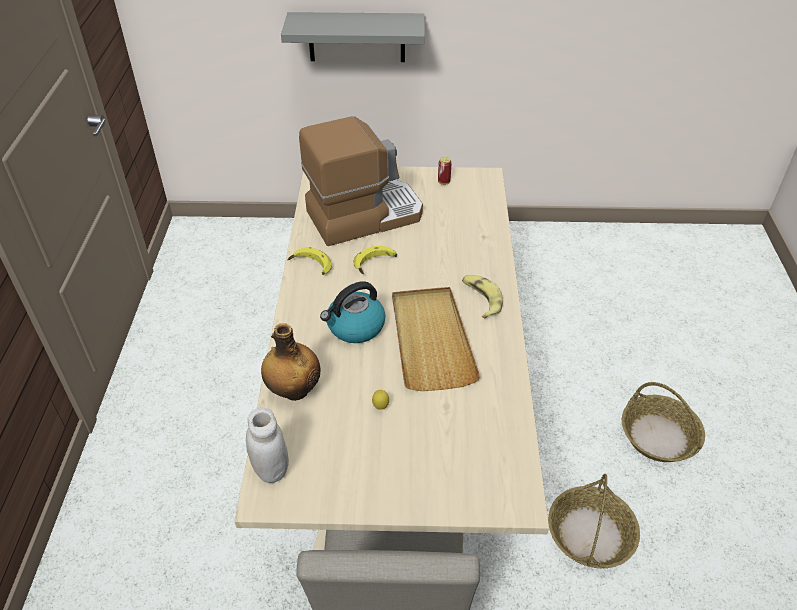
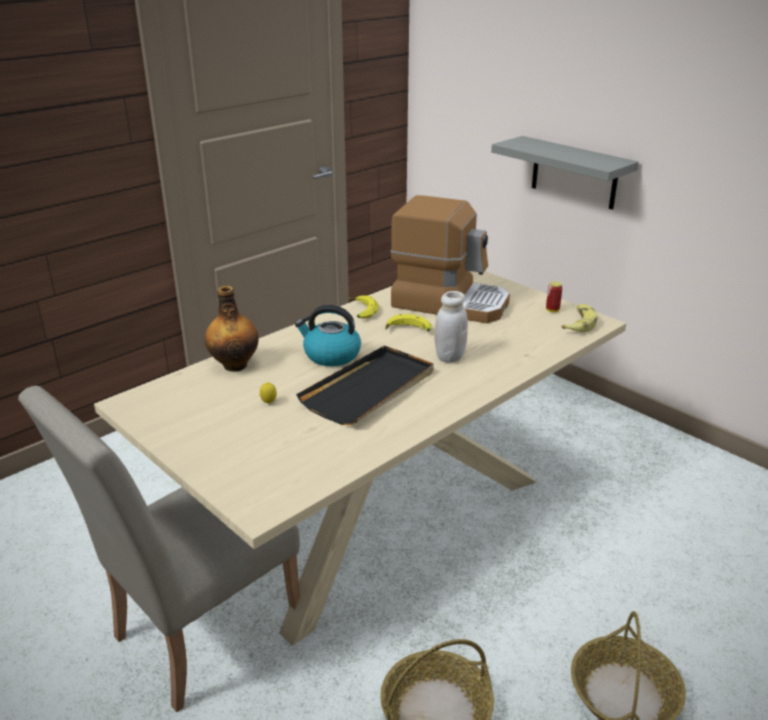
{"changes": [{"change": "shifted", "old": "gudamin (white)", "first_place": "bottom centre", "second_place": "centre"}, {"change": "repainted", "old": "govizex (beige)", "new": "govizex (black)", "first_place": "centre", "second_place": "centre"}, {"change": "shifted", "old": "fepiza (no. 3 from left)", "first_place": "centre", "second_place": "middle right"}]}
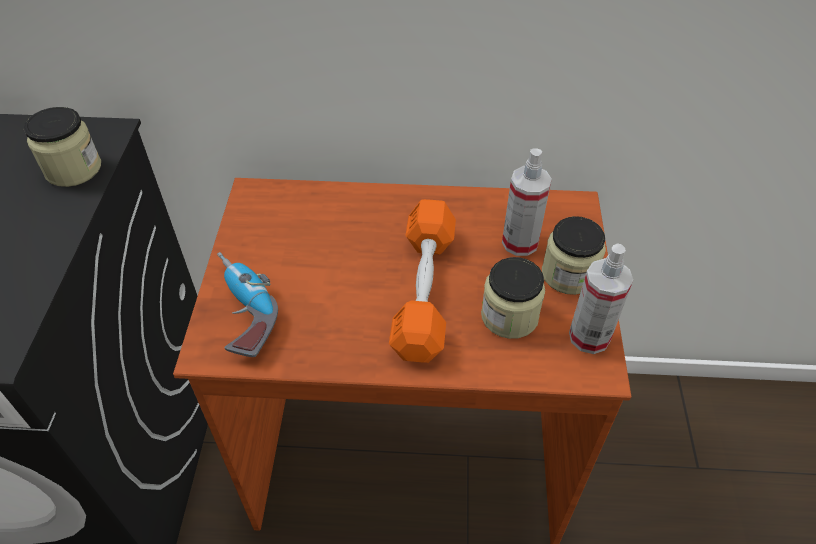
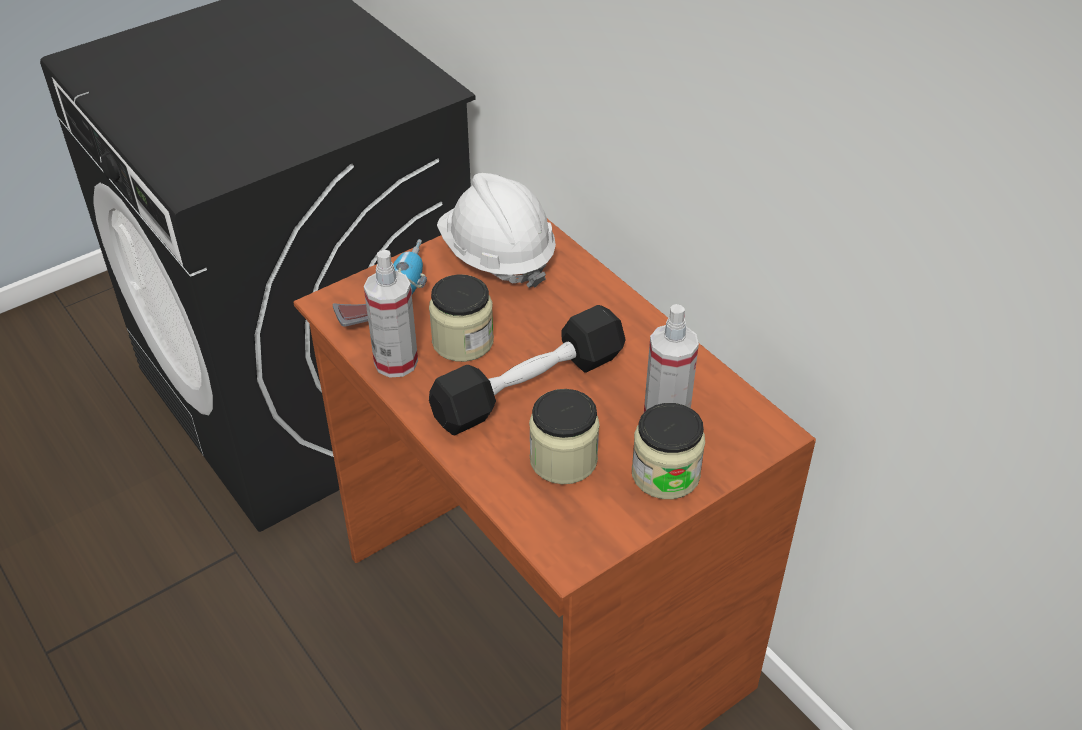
{"changes": [{"change": "shifted", "old": "gudamin (no. 1 from left)", "first_place": "top left", "second_place": "centre"}, {"change": "repainted", "old": "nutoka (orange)", "new": "nutoka (black)", "first_place": "centre", "second_place": "centre"}, {"change": "shifted", "old": "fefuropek (no. 2 from left in the first image)", "new": "fefuropek (no. 1 from left)", "first_place": "middle right", "second_place": "centre"}, {"change": "new", "new": "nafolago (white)", "second_place": "top centre"}]}
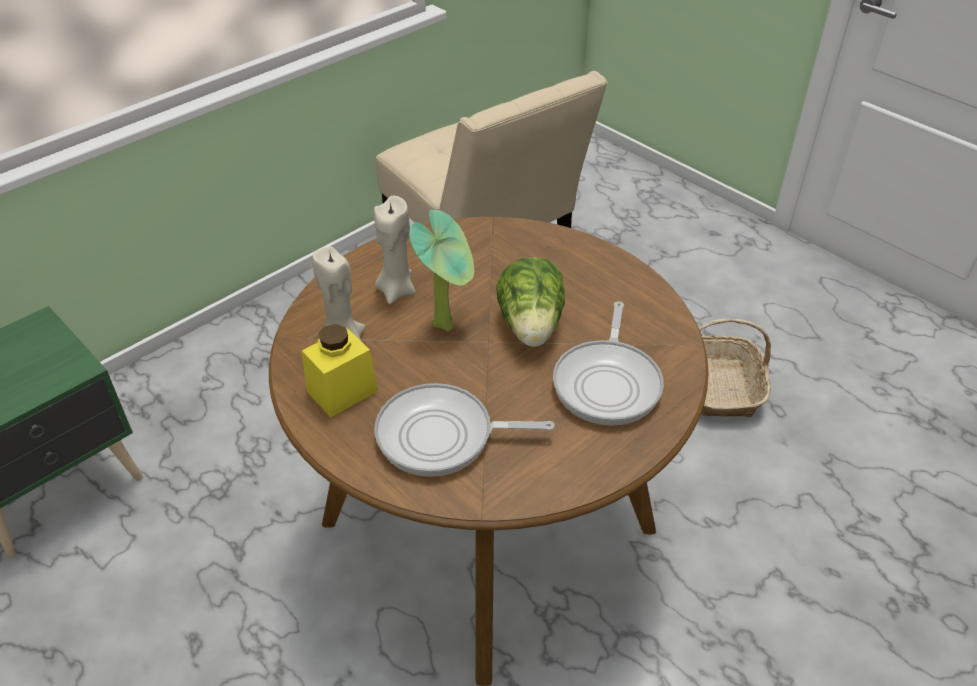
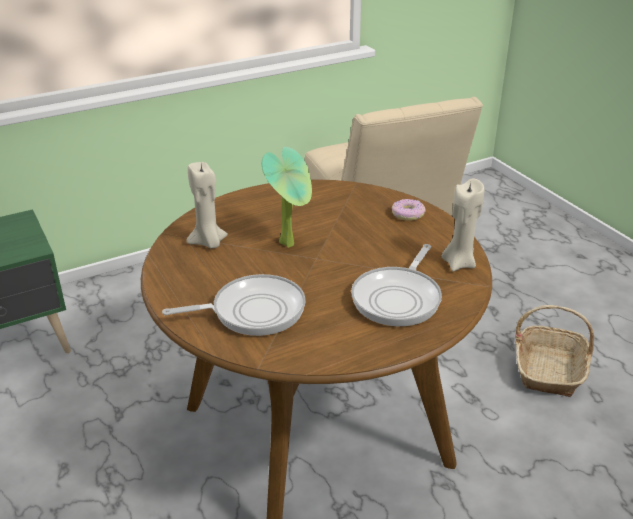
{"changes": [{"change": "gone", "old": "gudamin (yellow)", "first_place": "centre"}, {"change": "shifted", "old": "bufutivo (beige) (no. 2 from left)", "first_place": "centre", "second_place": "middle right"}, {"change": "rotated", "old": "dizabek (no. 1 from left)", "first_place": "centre", "second_place": "centre", "degrees": 150}, {"change": "gone", "old": "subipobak", "first_place": "centre"}, {"change": "new", "new": "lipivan", "second_place": "centre"}]}
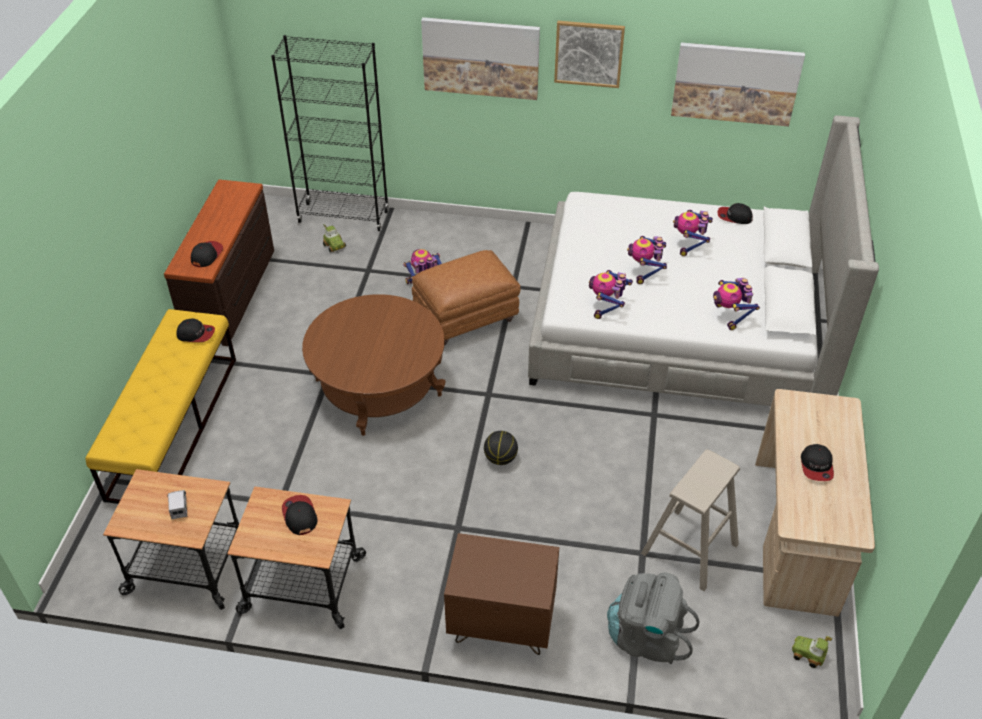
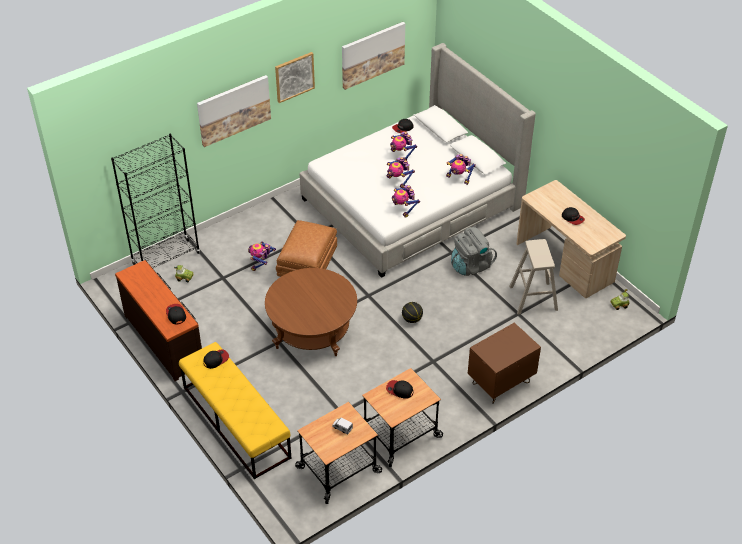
{"changes": [{"change": "shifted", "old": "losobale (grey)", "first_place": "bottom centre", "second_place": "centre"}]}
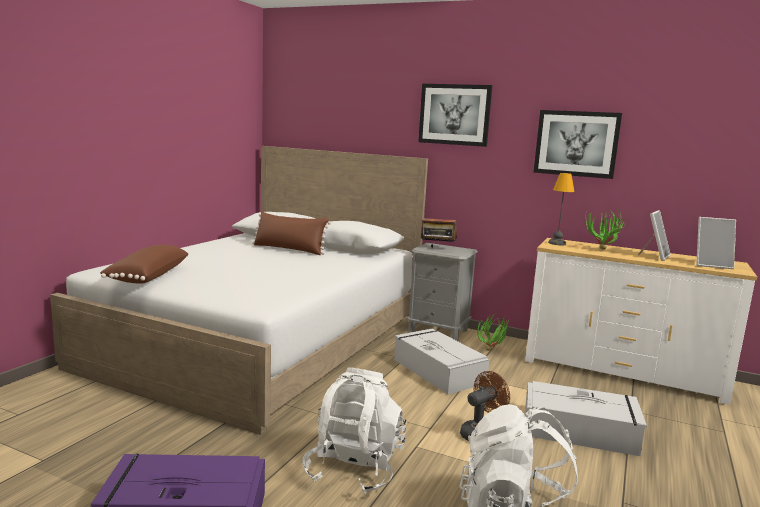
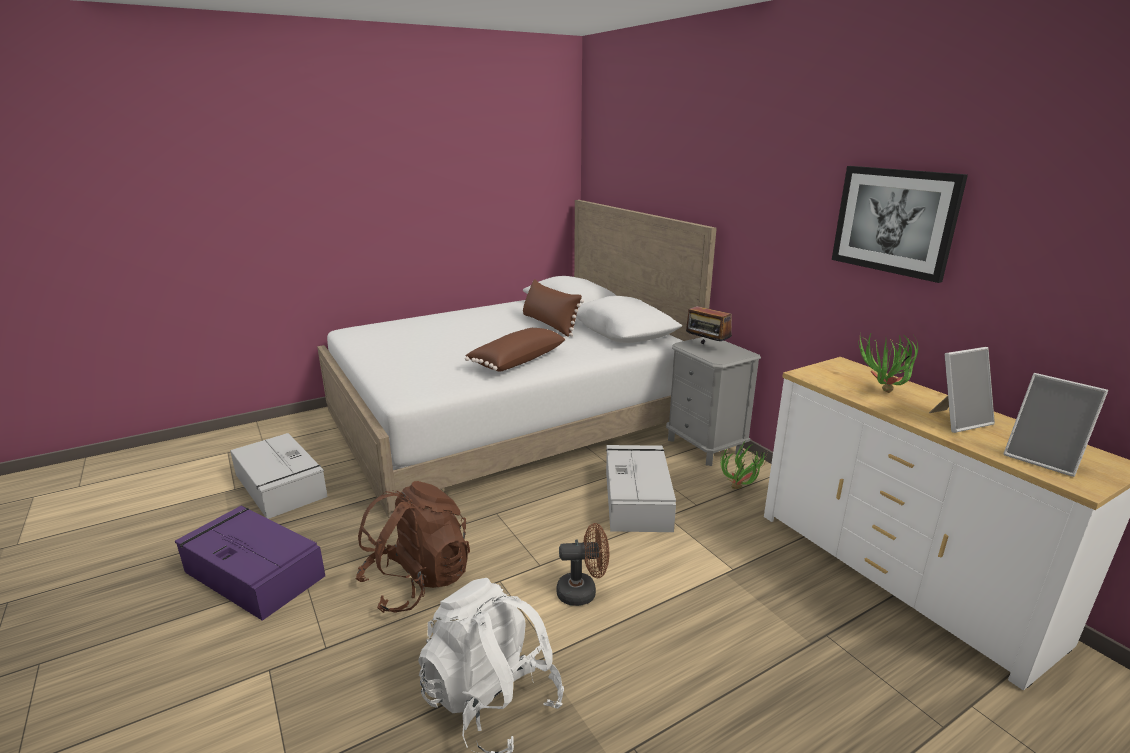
{"changes": [{"change": "shifted", "old": "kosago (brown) (no. 1 from left)", "first_place": "middle left", "second_place": "centre"}, {"change": "repainted", "old": "losobale (white) (no. 1 from left)", "new": "losobale (brown)", "first_place": "bottom centre", "second_place": "bottom centre"}, {"change": "gone", "old": "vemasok (no. 1 from left)", "first_place": "top centre"}, {"change": "shifted", "old": "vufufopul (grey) (no. 2 from left in the first image)", "new": "vufufopul (grey) (no. 1 from left)", "first_place": "bottom right", "second_place": "middle left"}, {"change": "gone", "old": "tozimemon", "first_place": "middle right"}]}
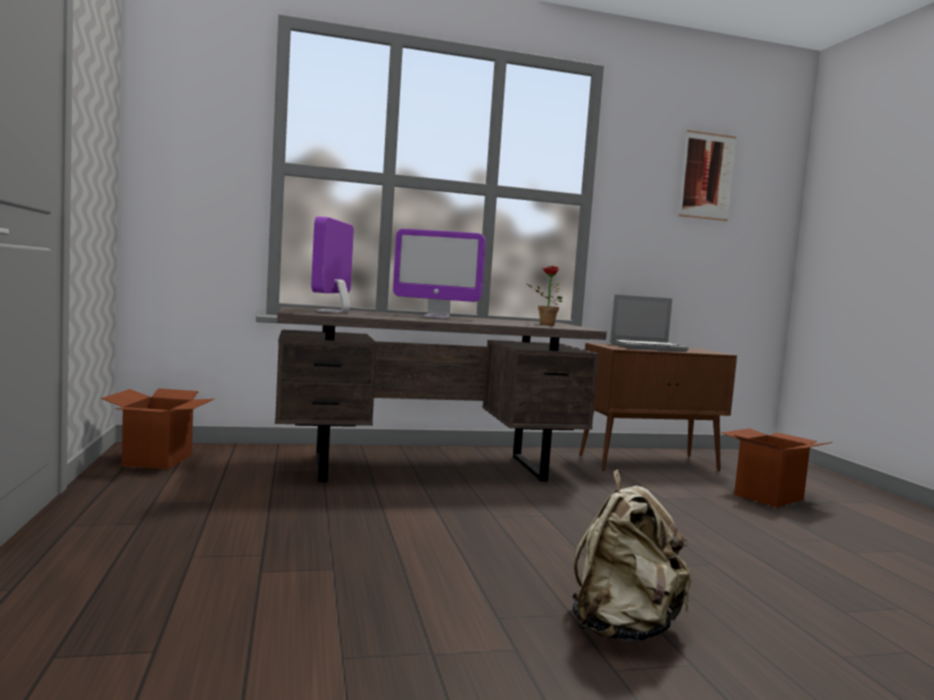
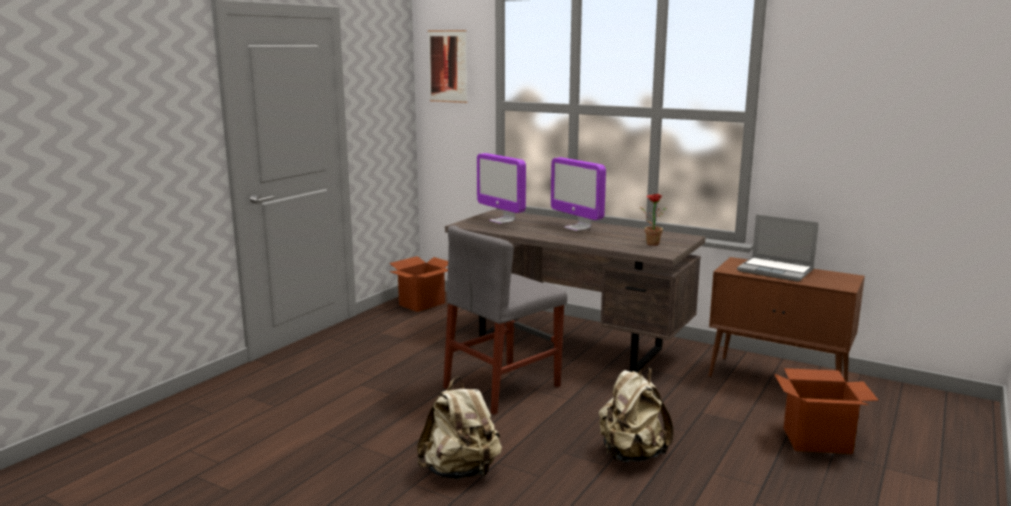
{"changes": [{"change": "rotated", "old": "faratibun (no. 1 from left)", "first_place": "centre", "second_place": "centre", "degrees": -90}, {"change": "shifted", "old": "vemasok", "first_place": "top right", "second_place": "top centre"}, {"change": "new", "new": "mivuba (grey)", "second_place": "centre"}, {"change": "new", "new": "losobale (beige) (no. 2 from left)", "second_place": "bottom centre"}]}
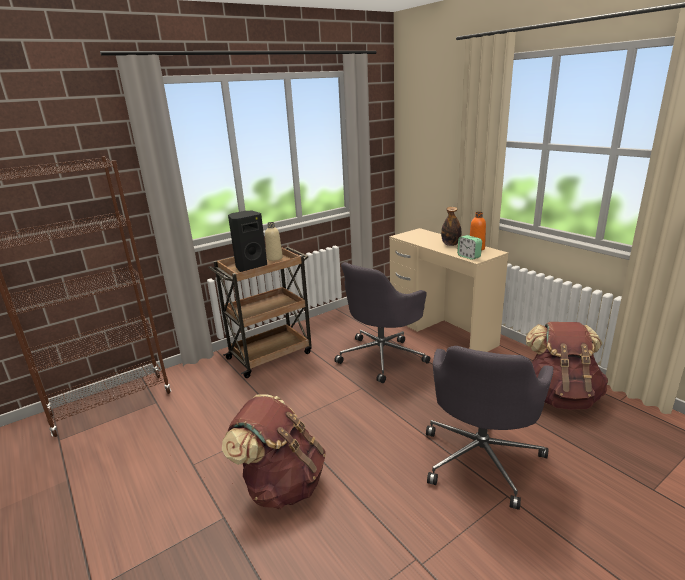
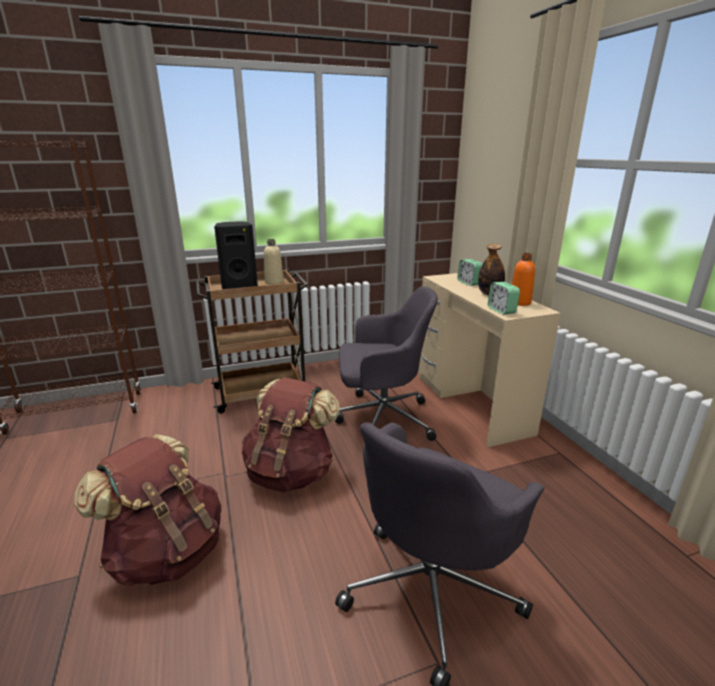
{"changes": [{"change": "rotated", "old": "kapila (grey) (no. 1 from left)", "first_place": "centre", "second_place": "centre", "degrees": -150}, {"change": "shifted", "old": "losobale (brown) (no. 2 from left)", "first_place": "middle right", "second_place": "centre"}, {"change": "new", "new": "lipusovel (no. 1 from left)", "second_place": "centre"}]}
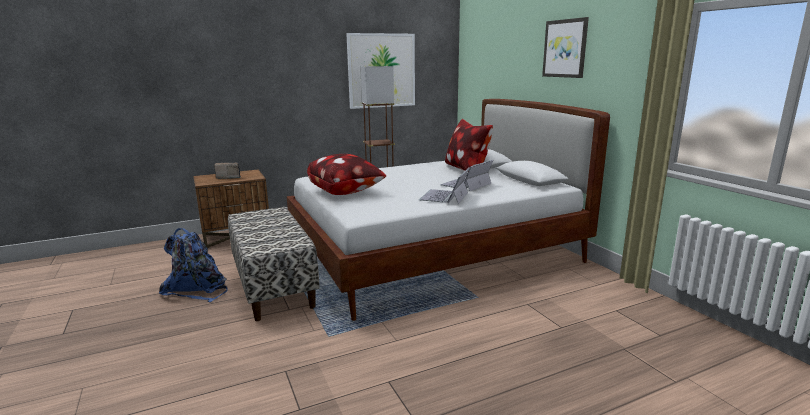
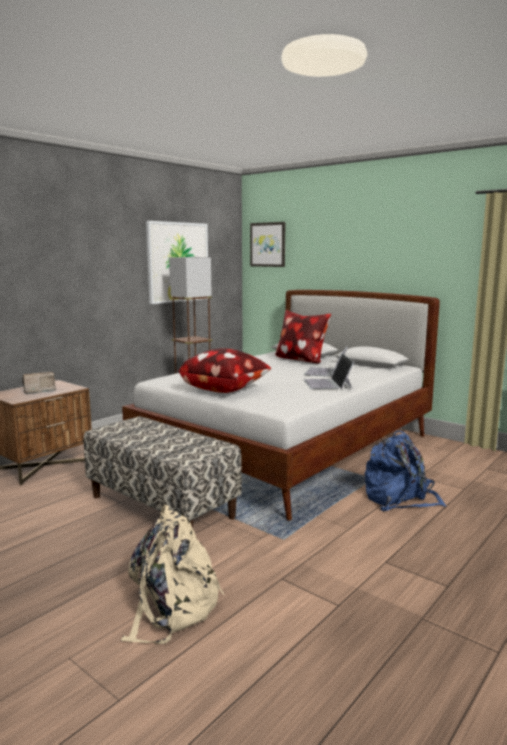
{"changes": [{"change": "shifted", "old": "losobale (blue)", "first_place": "middle left", "second_place": "middle right"}, {"change": "shifted", "old": "vemasok (no. 2 from left)", "first_place": "top right", "second_place": "top centre"}, {"change": "new", "new": "losobale (beige)", "second_place": "bottom centre"}]}
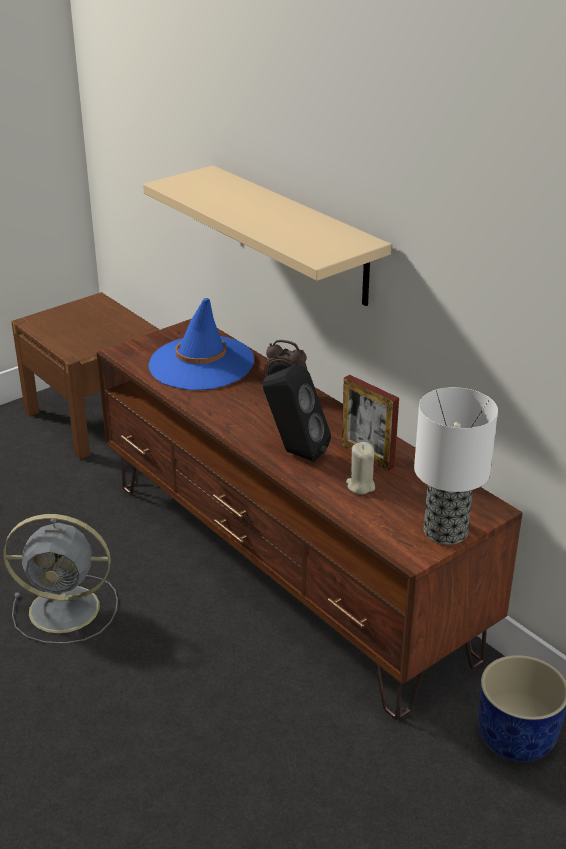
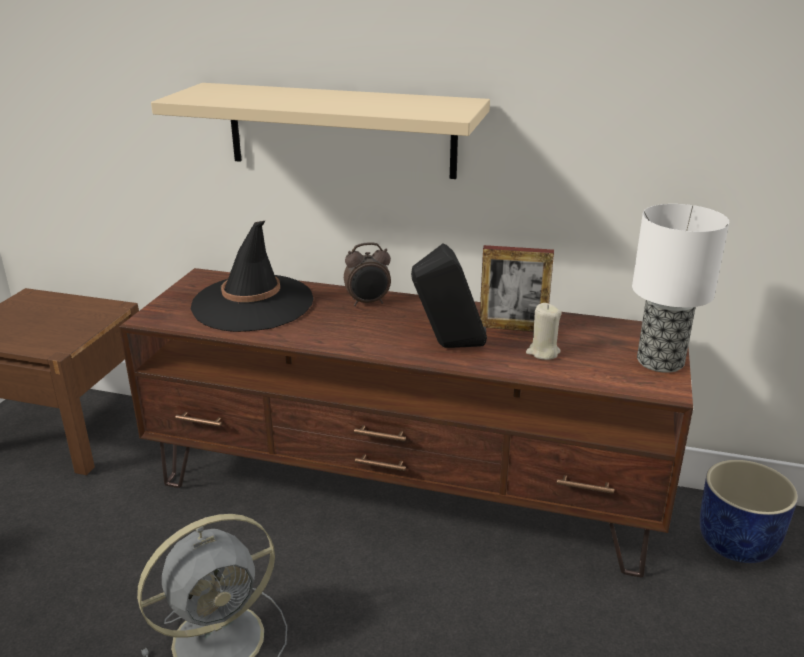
{"changes": [{"change": "repainted", "old": "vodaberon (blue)", "new": "vodaberon (black)", "first_place": "centre", "second_place": "middle left"}]}
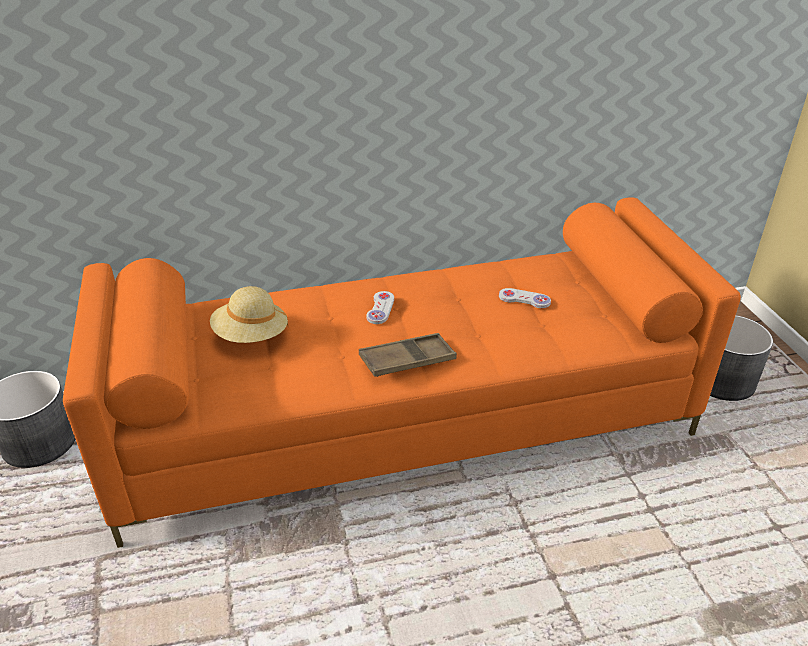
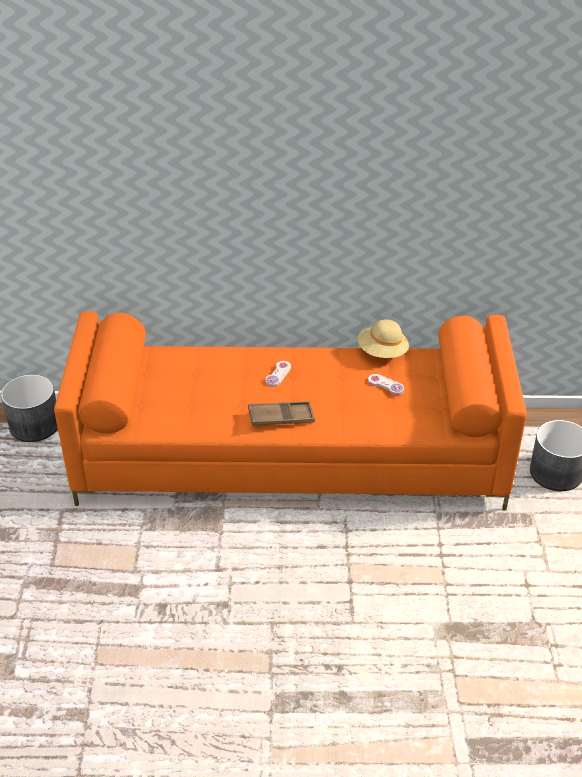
{"changes": [{"change": "shifted", "old": "vodaberon (beige)", "first_place": "middle left", "second_place": "centre"}]}
